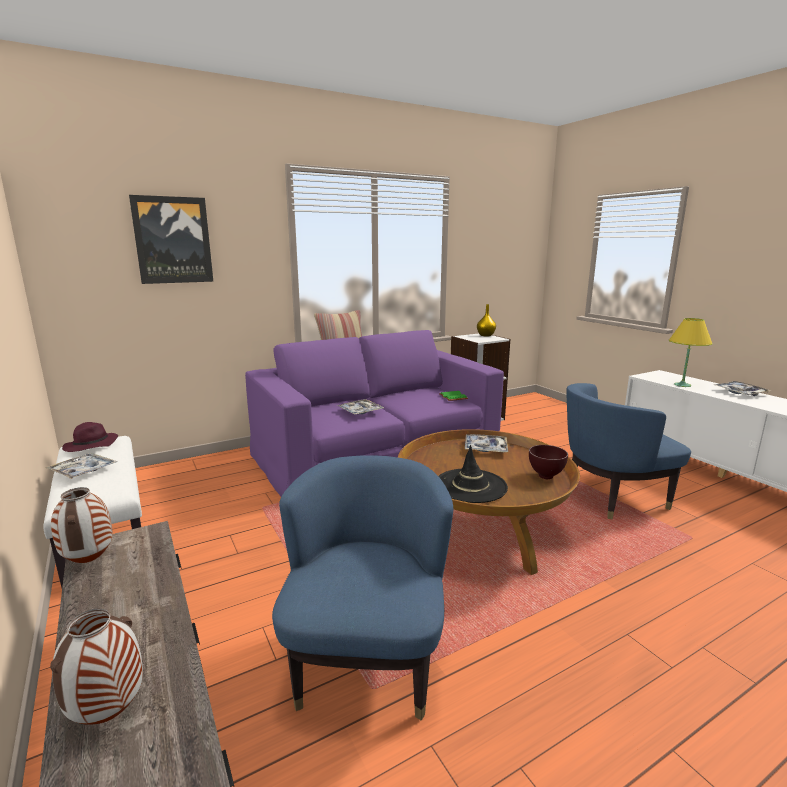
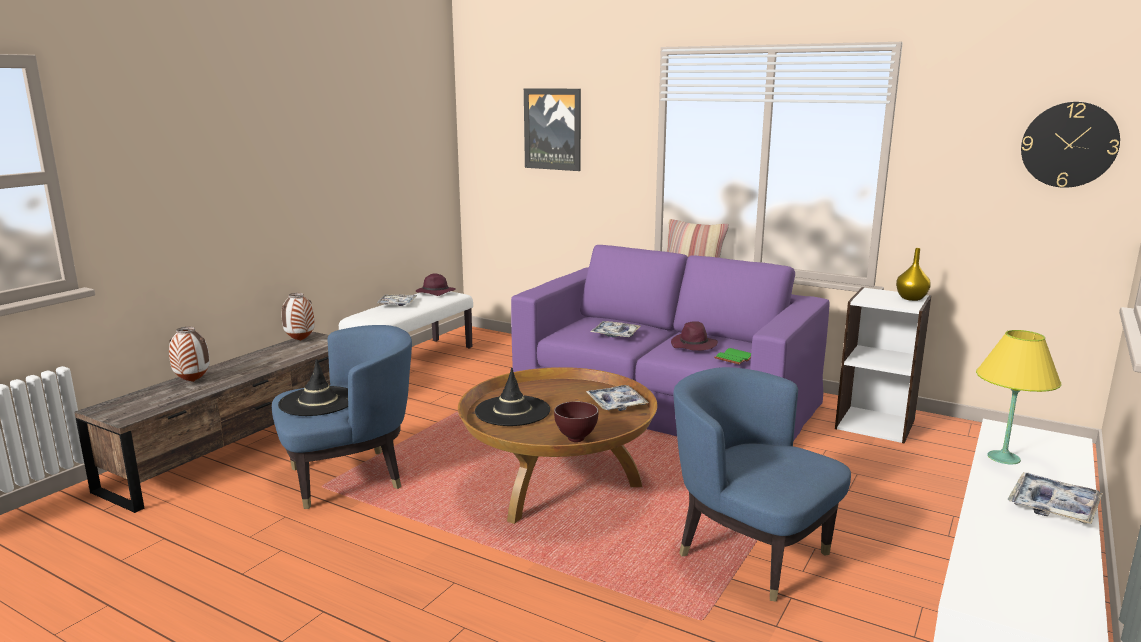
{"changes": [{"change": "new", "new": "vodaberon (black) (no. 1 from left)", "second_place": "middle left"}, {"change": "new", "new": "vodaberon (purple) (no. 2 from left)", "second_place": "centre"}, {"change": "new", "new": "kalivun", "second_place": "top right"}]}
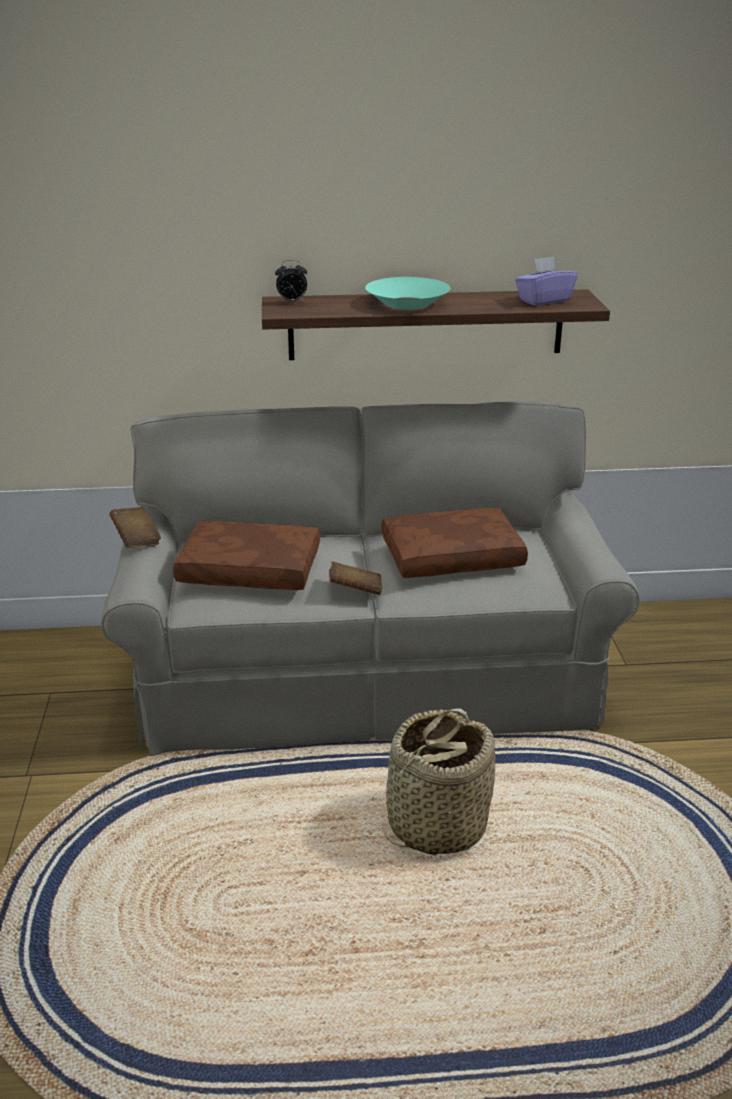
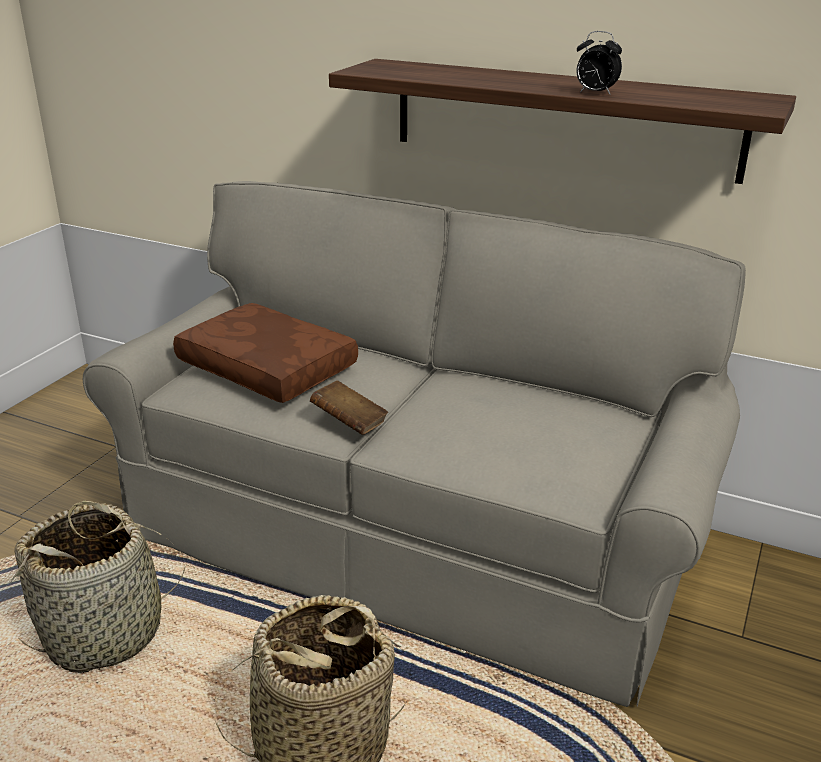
{"changes": [{"change": "gone", "old": "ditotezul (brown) (no. 1 from left)", "first_place": "middle left"}, {"change": "shifted", "old": "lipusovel", "first_place": "top centre", "second_place": "top right"}, {"change": "gone", "old": "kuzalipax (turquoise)", "first_place": "top centre"}, {"change": "gone", "old": "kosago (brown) (no. 2 from left)", "first_place": "centre"}, {"change": "gone", "old": "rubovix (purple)", "first_place": "top right"}, {"change": "new", "new": "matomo (no. 1 from left)", "second_place": "bottom left"}]}
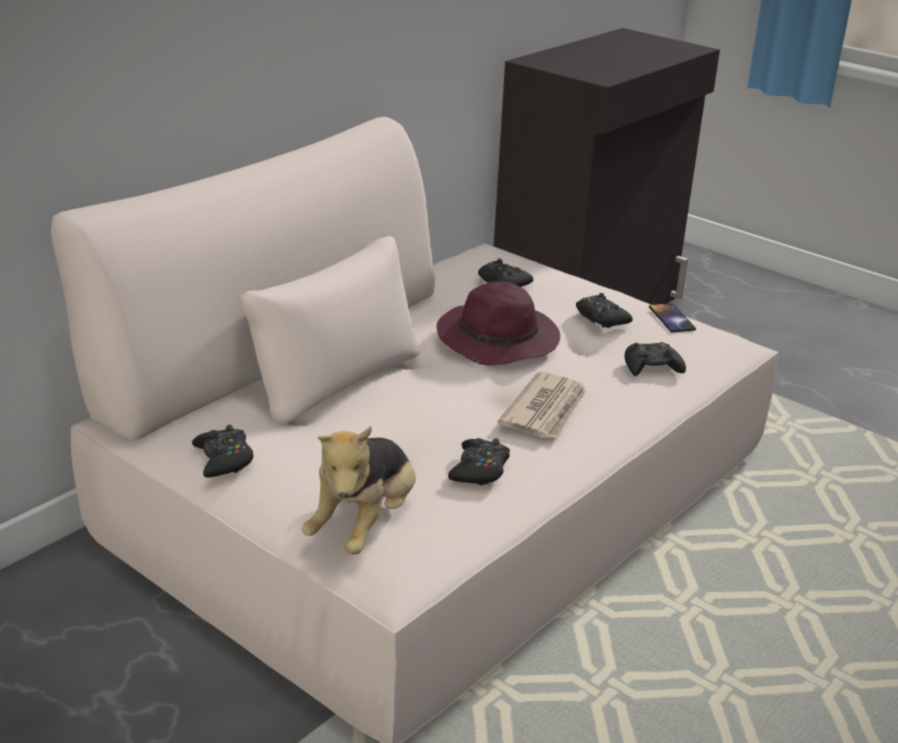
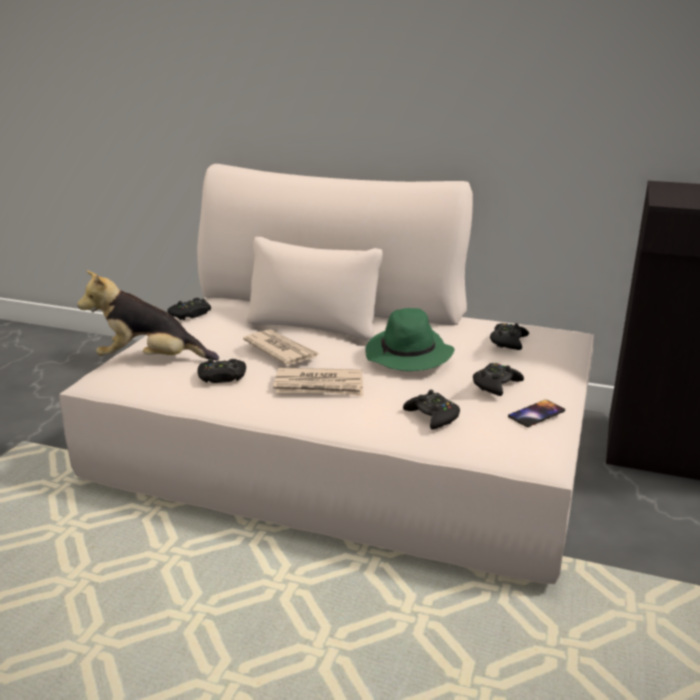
{"changes": [{"change": "repainted", "old": "vodaberon (purple)", "new": "vodaberon (green)", "first_place": "centre", "second_place": "centre"}, {"change": "new", "new": "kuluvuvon (no. 1 from left)", "second_place": "centre"}]}
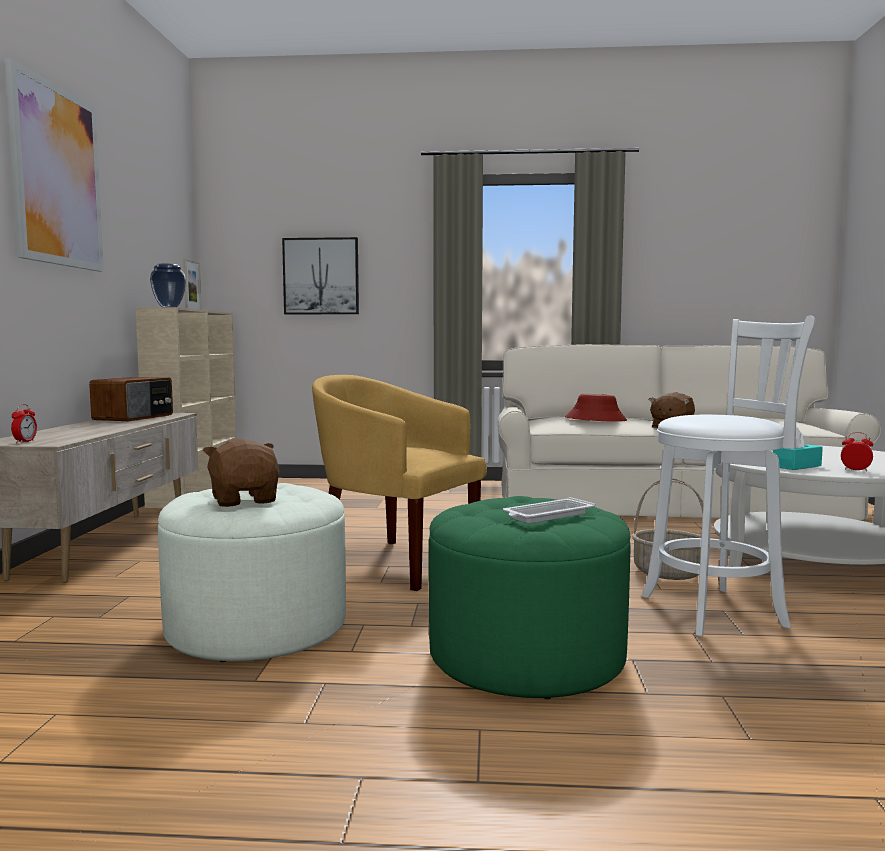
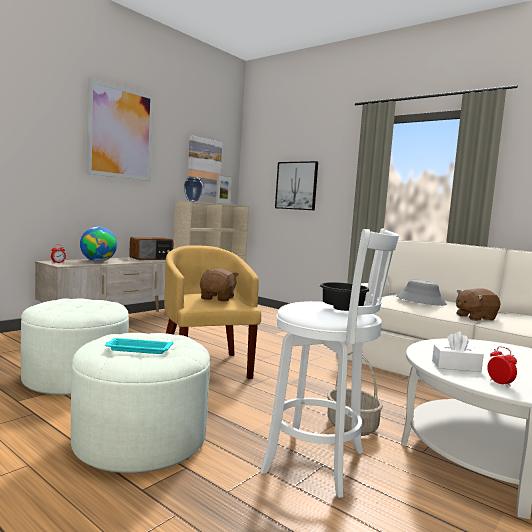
{"changes": [{"change": "shifted", "old": "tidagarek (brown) (no. 1 from left)", "first_place": "middle left", "second_place": "centre"}, {"change": "repainted", "old": "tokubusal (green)", "new": "tokubusal (white) (no. 2 from left)", "first_place": "bottom centre", "second_place": "bottom left"}, {"change": "repainted", "old": "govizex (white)", "new": "govizex (turquoise)", "first_place": "centre", "second_place": "middle left"}, {"change": "repainted", "old": "vodaberon (red)", "new": "vodaberon (grey)", "first_place": "middle right", "second_place": "middle right"}, {"change": "repainted", "old": "rubovix (turquoise)", "new": "rubovix (white)", "first_place": "middle right", "second_place": "middle right"}, {"change": "new", "new": "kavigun", "second_place": "middle left"}, {"change": "new", "new": "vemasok (no. 2 from left)", "second_place": "top centre"}, {"change": "new", "new": "kuzalipax (black)", "second_place": "centre"}]}
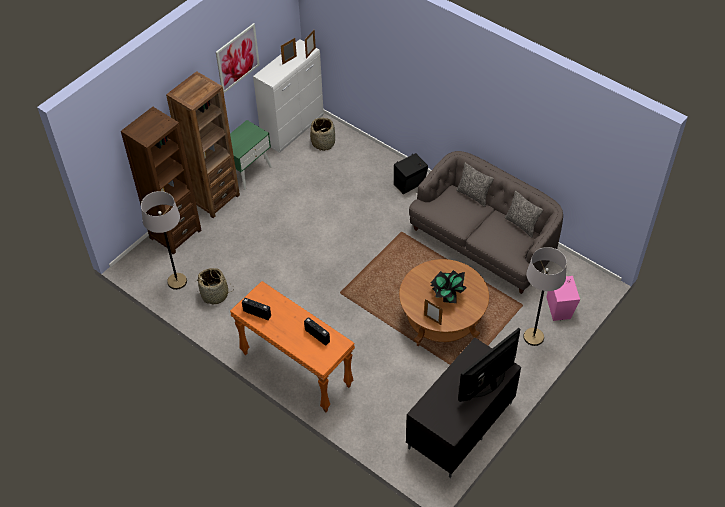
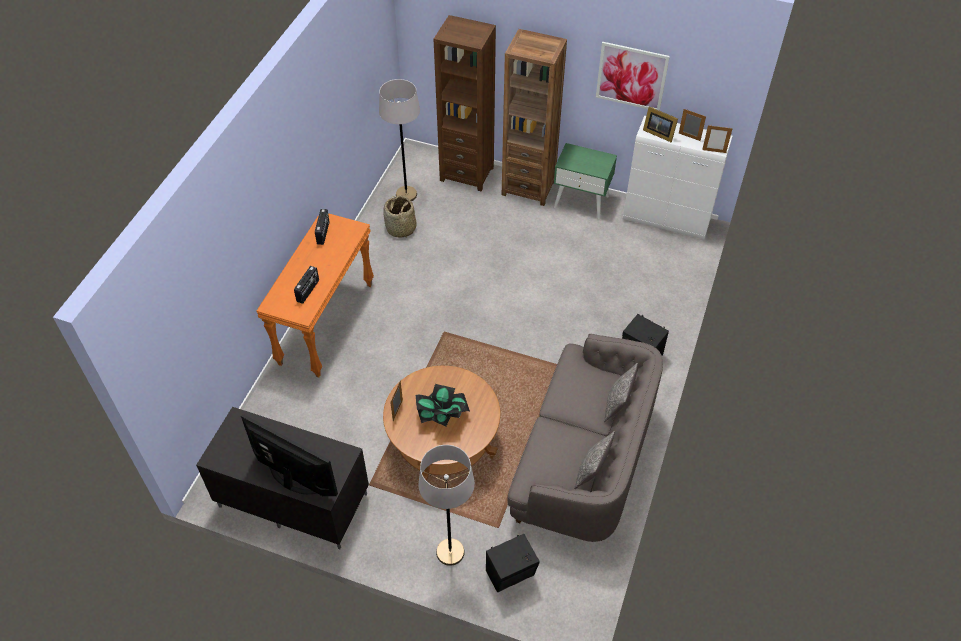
{"changes": [{"change": "gone", "old": "matomo (no. 2 from left)", "first_place": "top centre"}, {"change": "repainted", "old": "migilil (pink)", "new": "migilil (black) (no. 1 from left)", "first_place": "middle right", "second_place": "bottom centre"}, {"change": "new", "new": "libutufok (no. 2 from left)", "second_place": "top right"}]}
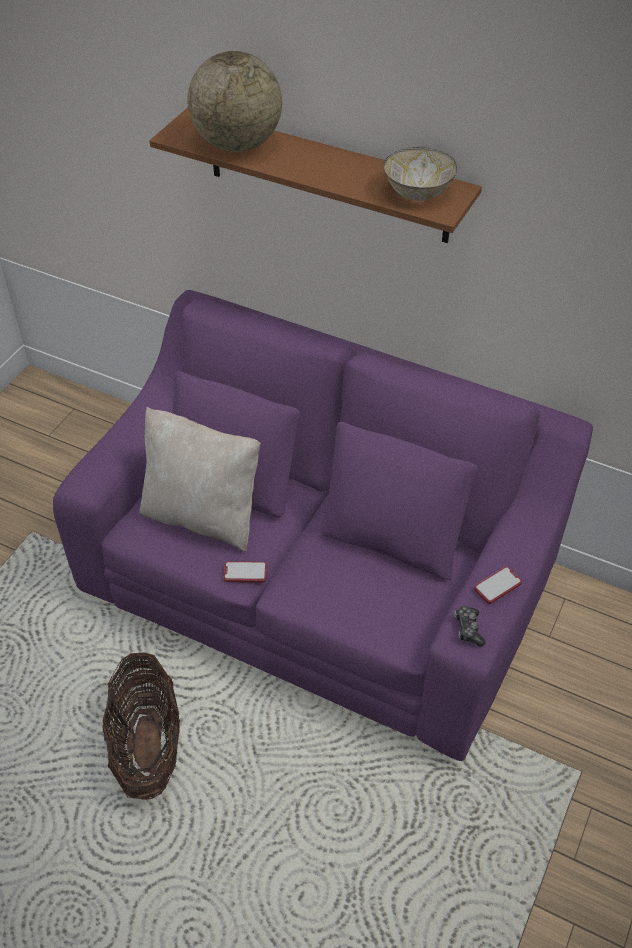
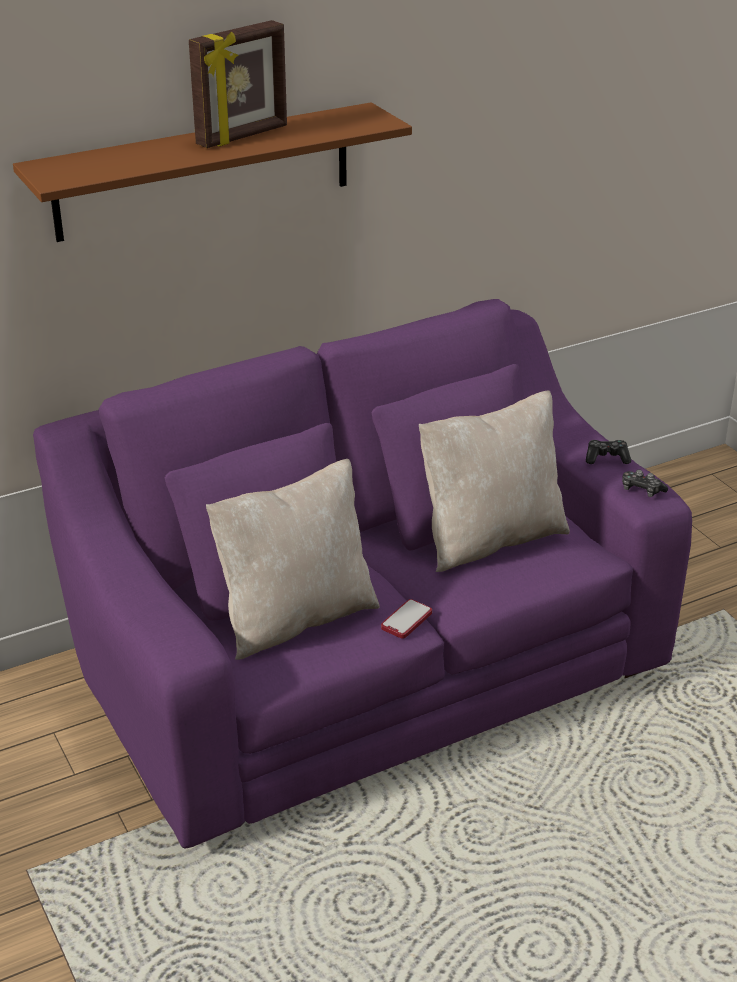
{"changes": [{"change": "gone", "old": "matomo", "first_place": "bottom left"}, {"change": "gone", "old": "kavigun", "first_place": "top centre"}, {"change": "gone", "old": "kuzalipax", "first_place": "top centre"}, {"change": "swapped", "old": "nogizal (no. 2 from left)", "new": "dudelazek (no. 1 from left)", "first_place": "middle right", "second_place": "middle right"}, {"change": "new", "new": "libutufok", "second_place": "top left"}, {"change": "new", "new": "kosago (beige) (no. 2 from left)", "second_place": "middle right"}]}
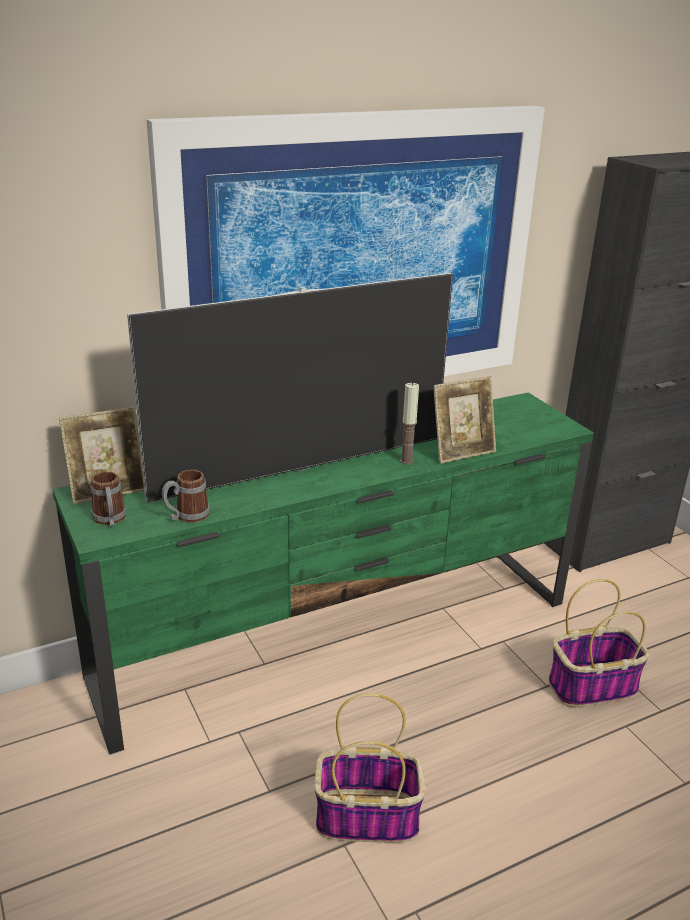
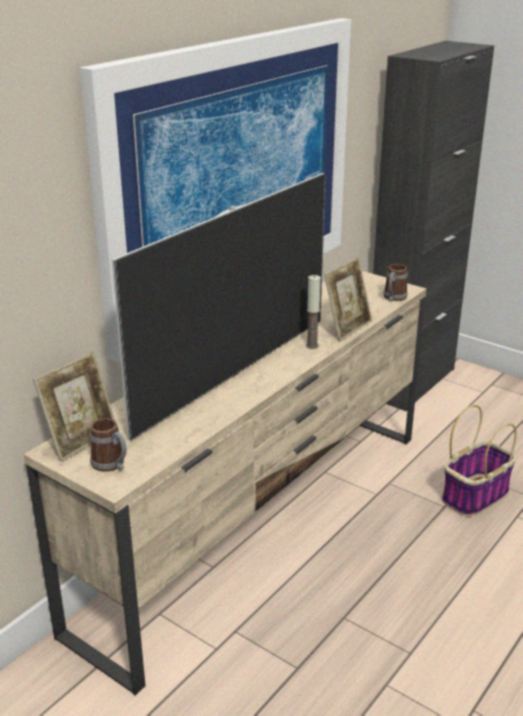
{"changes": [{"change": "repainted", "old": "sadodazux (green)", "new": "sadodazux (beige)", "first_place": "centre", "second_place": "bottom centre"}, {"change": "shifted", "old": "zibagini (no. 2 from left)", "first_place": "middle left", "second_place": "middle right"}, {"change": "gone", "old": "matomo (no. 1 from left)", "first_place": "bottom centre"}]}
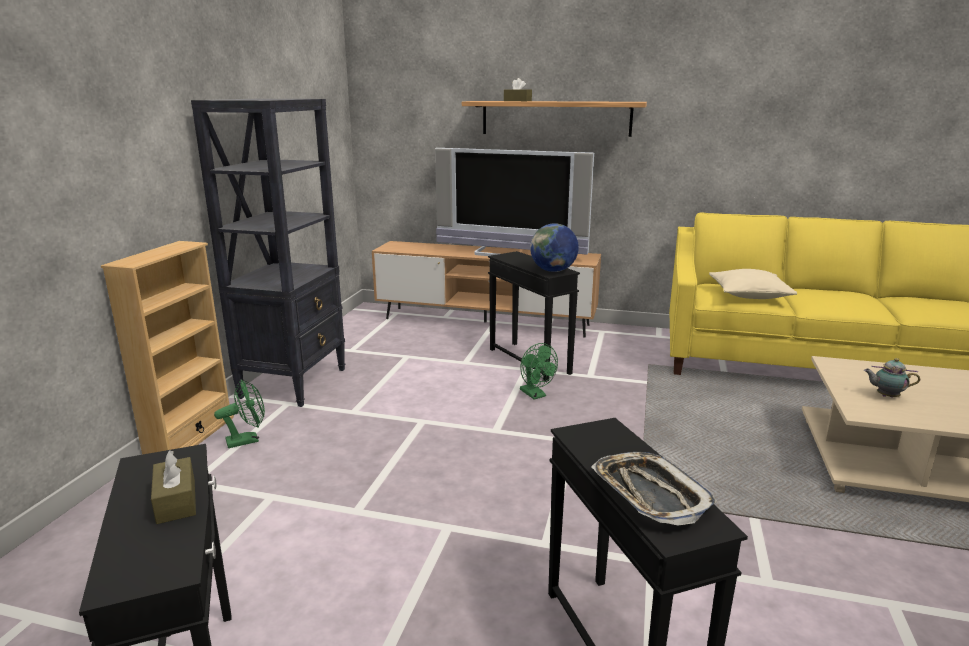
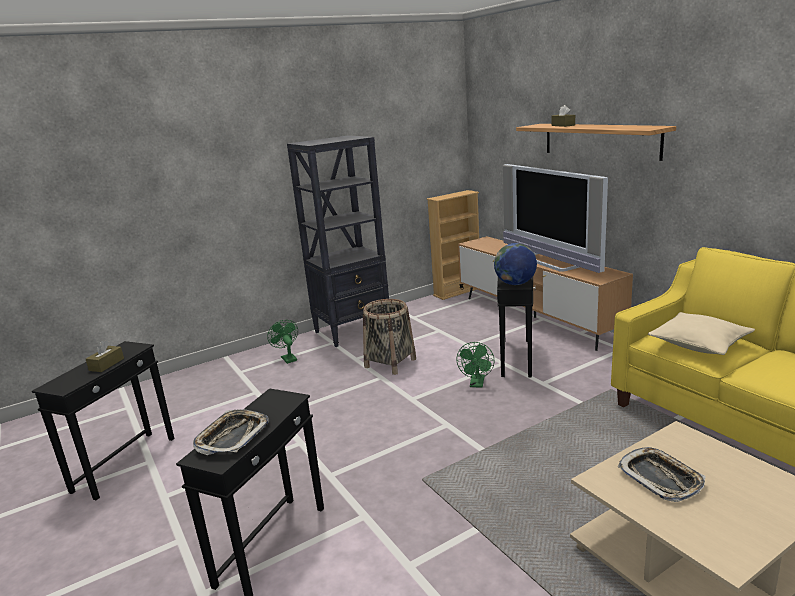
{"changes": [{"change": "shifted", "old": "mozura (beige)", "first_place": "middle left", "second_place": "centre"}, {"change": "rotated", "old": "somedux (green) (no. 1 from left)", "first_place": "middle left", "second_place": "centre", "degrees": -135}, {"change": "swapped", "old": "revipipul", "new": "govizex (no. 2 from left)", "first_place": "middle right", "second_place": "bottom right"}, {"change": "new", "new": "matomo", "second_place": "centre"}]}
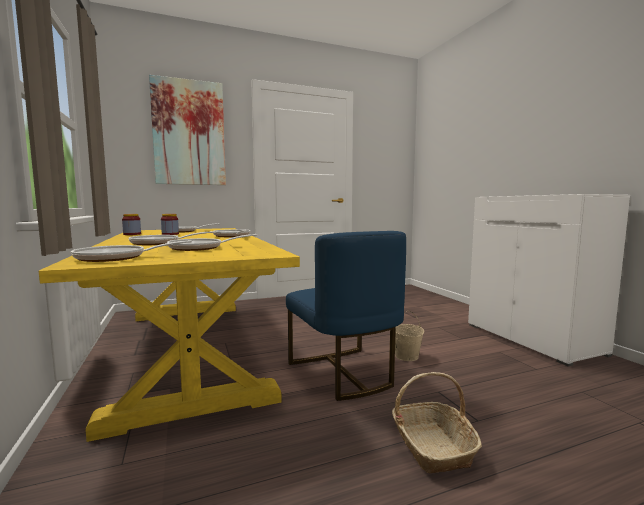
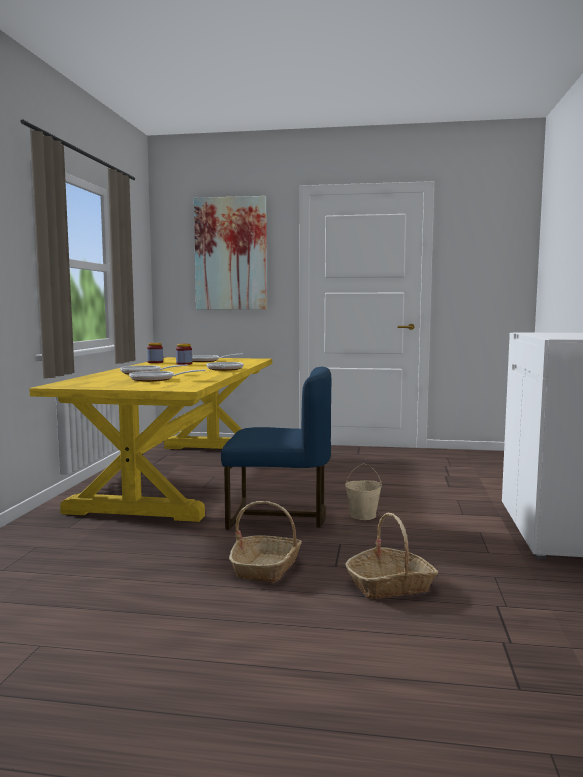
{"changes": [{"change": "gone", "old": "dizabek (no. 1 from left)", "first_place": "middle left"}, {"change": "rotated", "old": "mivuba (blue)", "first_place": "centre", "second_place": "centre", "degrees": -90}, {"change": "new", "new": "matomo (no. 2 from left)", "second_place": "bottom right"}]}
